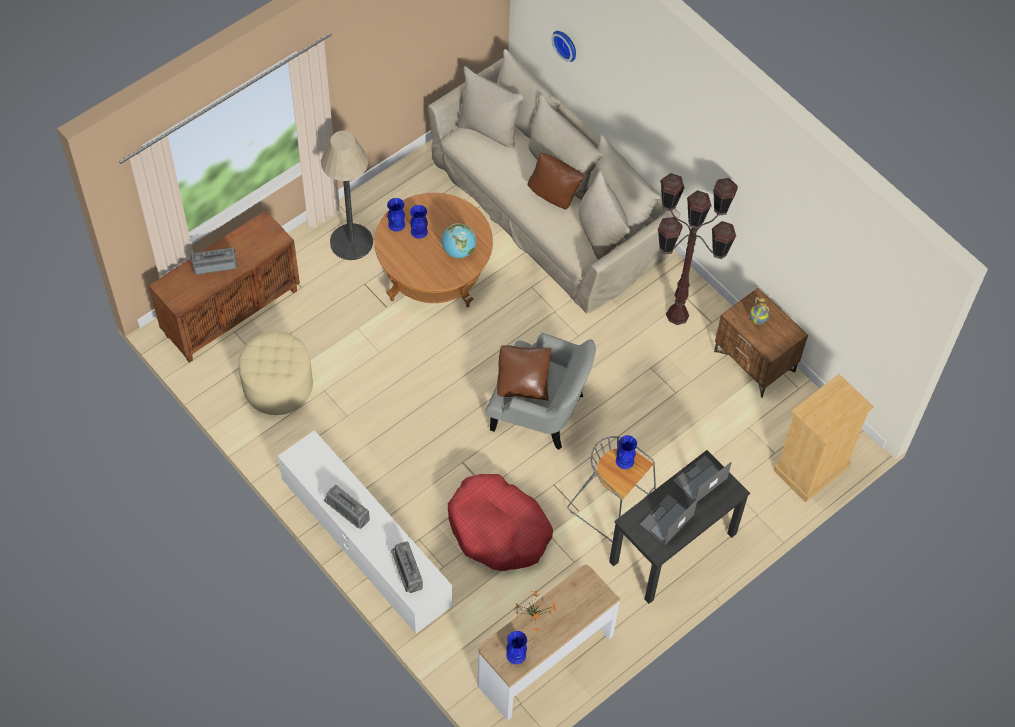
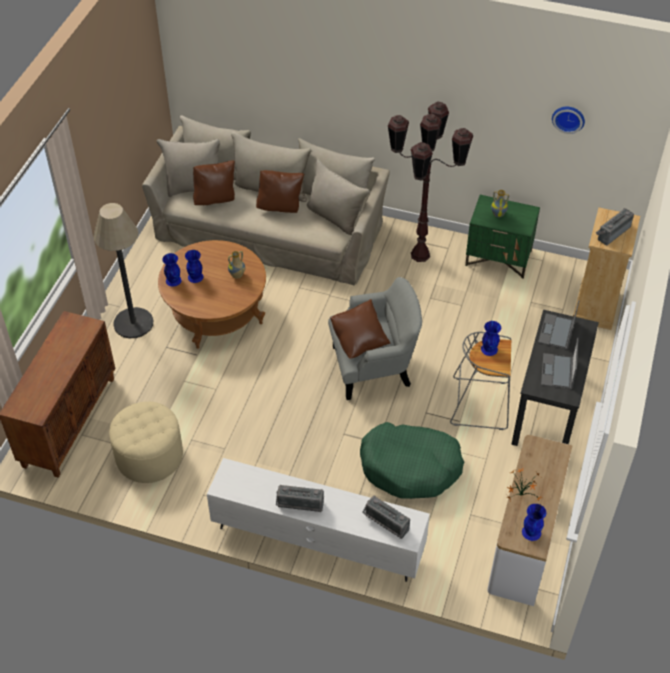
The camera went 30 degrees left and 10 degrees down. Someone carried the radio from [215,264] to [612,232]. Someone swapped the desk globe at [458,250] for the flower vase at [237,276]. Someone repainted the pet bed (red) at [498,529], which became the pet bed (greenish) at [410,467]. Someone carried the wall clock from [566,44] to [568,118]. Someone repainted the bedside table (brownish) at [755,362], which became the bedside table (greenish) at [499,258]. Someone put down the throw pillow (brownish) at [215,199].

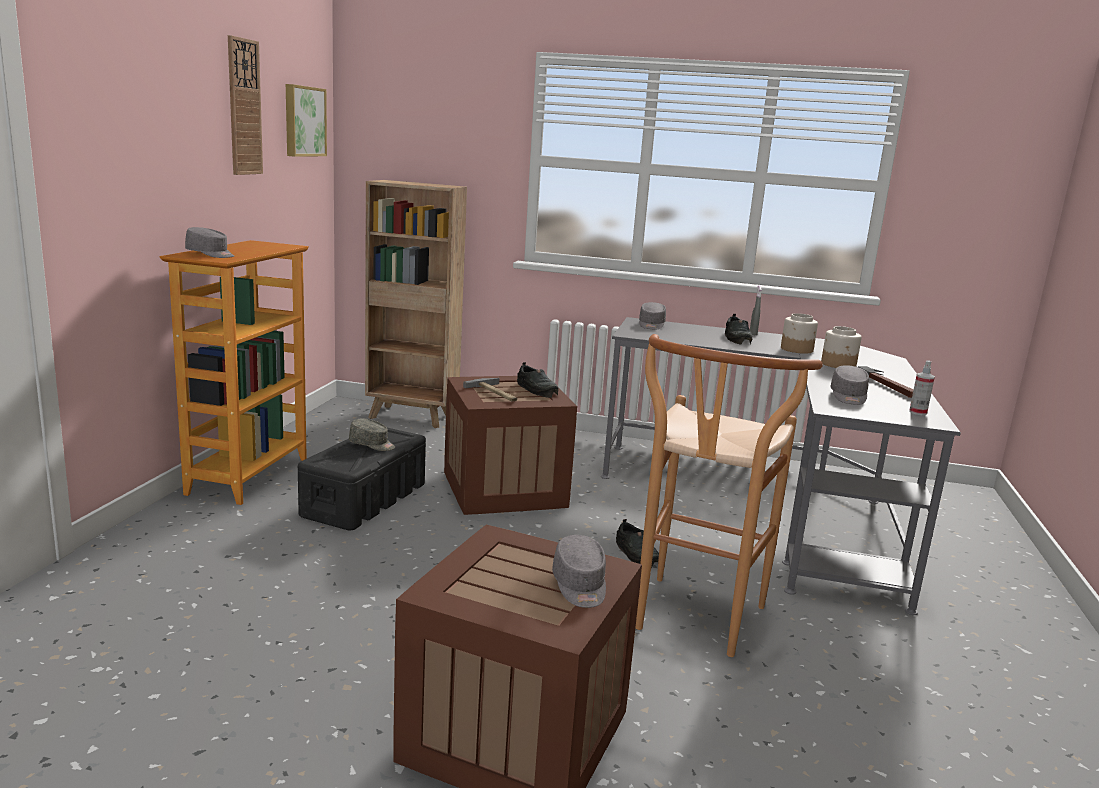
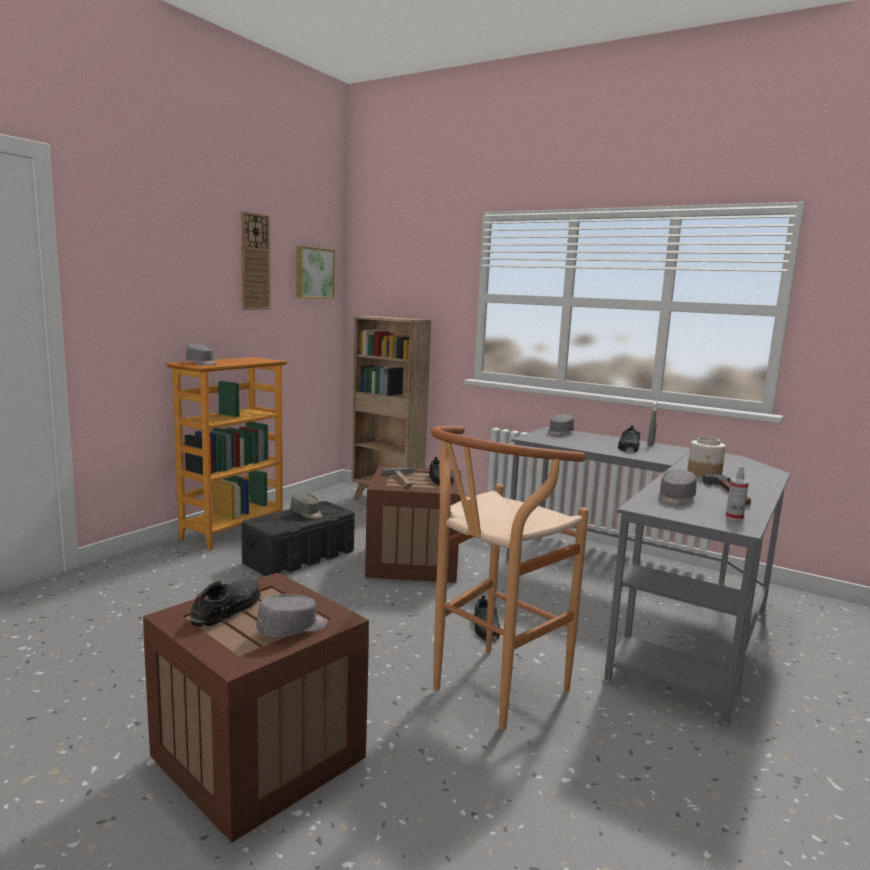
The camera went 20 degrees right and 5 degrees down. Someone rotated the baseball cap (grey) at [580,586] by 135 degrees counterclockwise. Someone took away the jar at [797,349]. Someone put down the item of footwear (blackish) at [227,607].

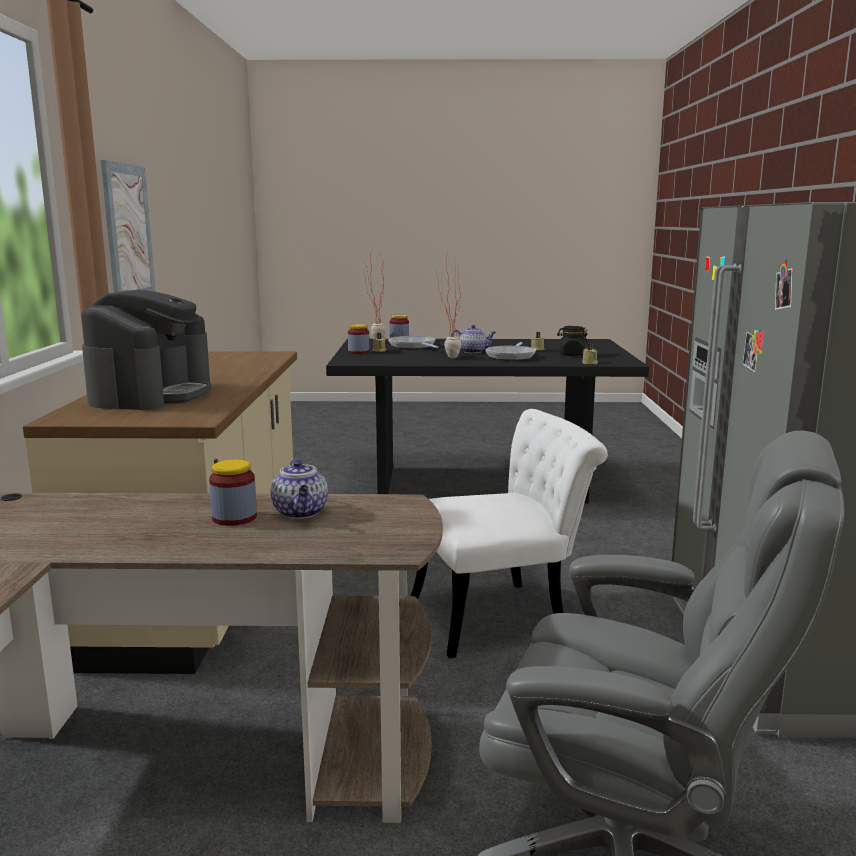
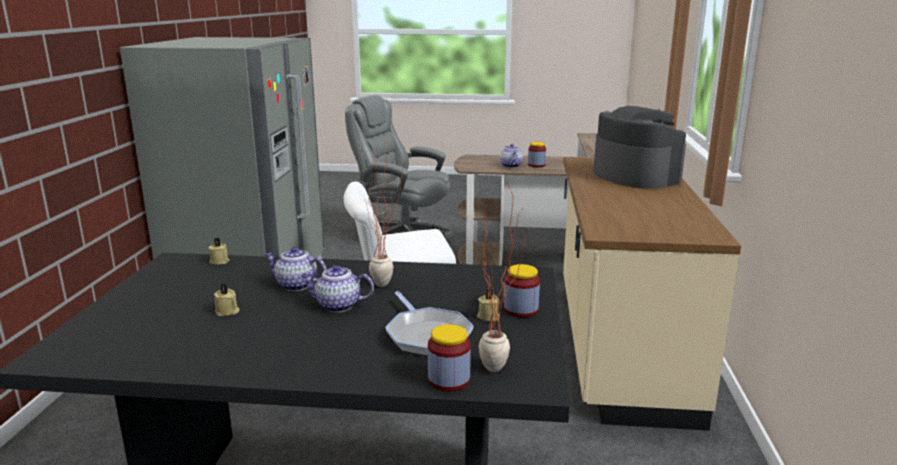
The camera went 175 degrees left and 5 degrees up. Someone rotated the coffee brewer at [152,395] by 135 degrees clockwise. Someone took away the wall art at [128,232]. Someone swapped the frying pan at [511,356] for the teapot at [295,285]. Someone took away the jar (blackish) at [571,354].

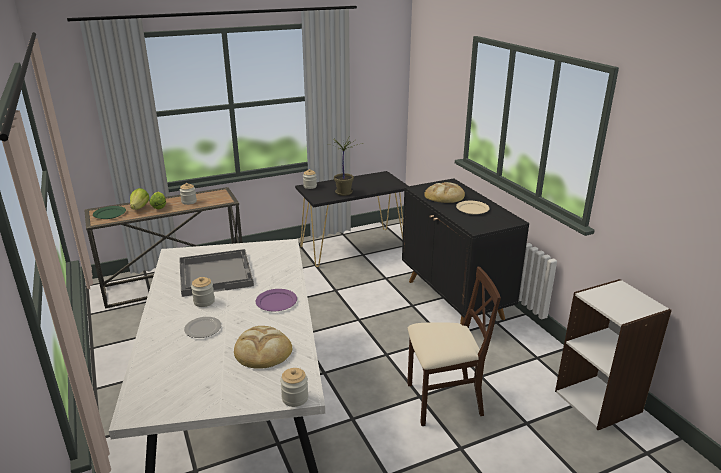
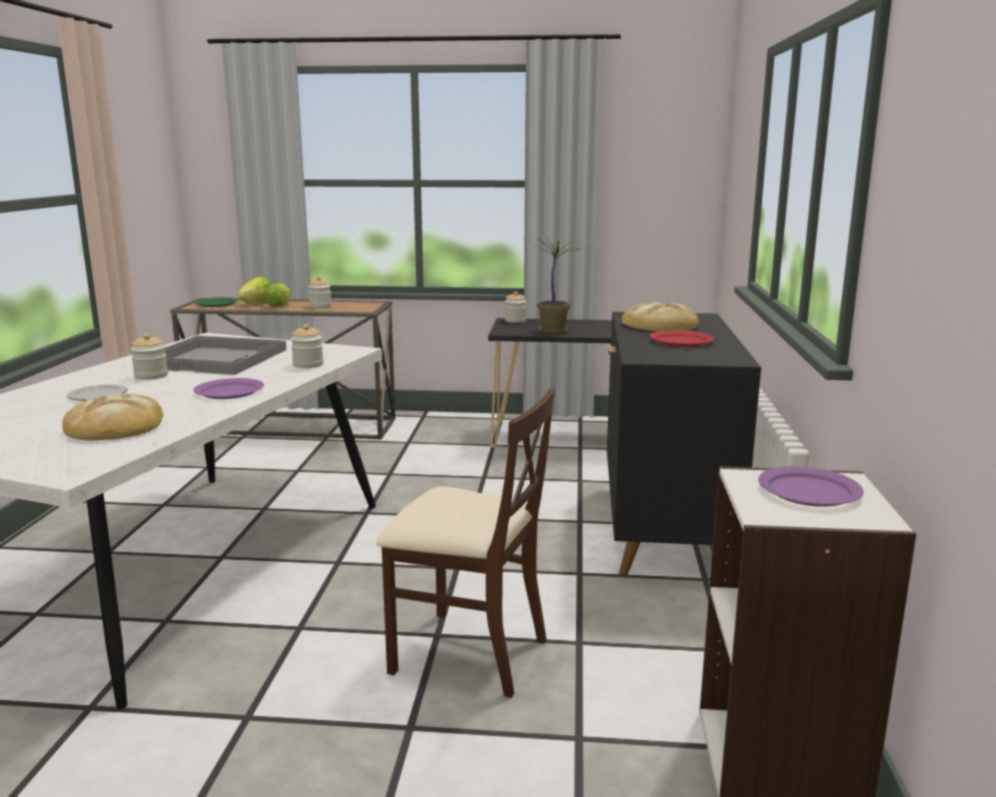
The camera went 30 degrees right and 10 degrees down. Someone carried the jar from [295,398] to [308,365]. Someone repainted the flat dish (sand-coloured) at [472,209], which became the flat dish (red) at [680,341]. Someone put down the flat dish (purplish) at [809,491].

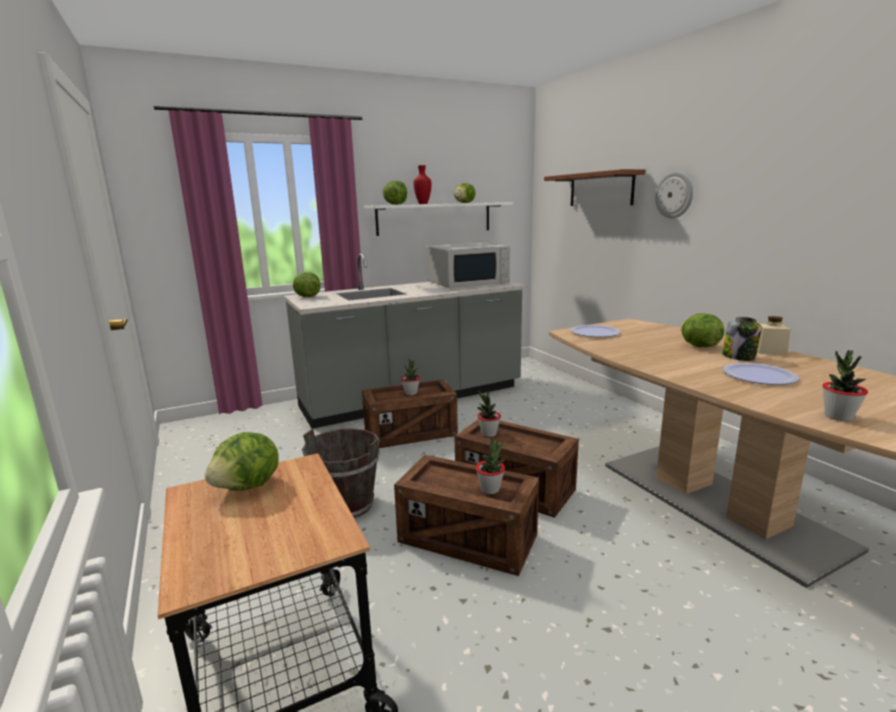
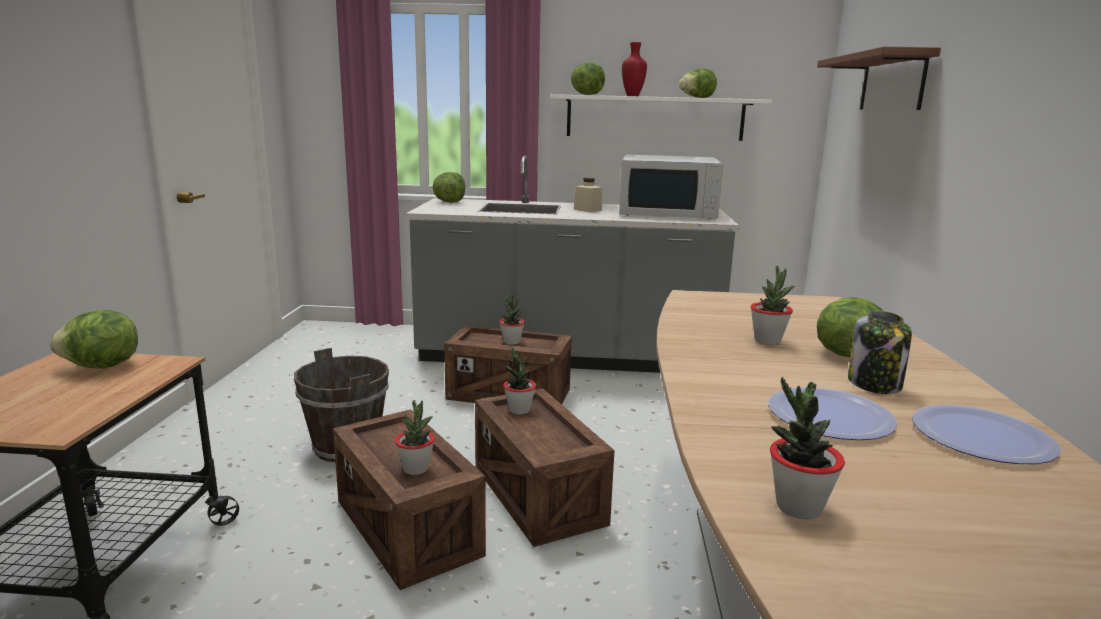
The camera went 30 degrees right and 0 degrees up. Someone carried the flat dish from [594,333] to [981,437]. Someone took away the wall clock at [674,195]. Someone carried the jar (sand-coloured) from [769,351] to [587,210]. Someone put down the plant in a pot at [767,341].

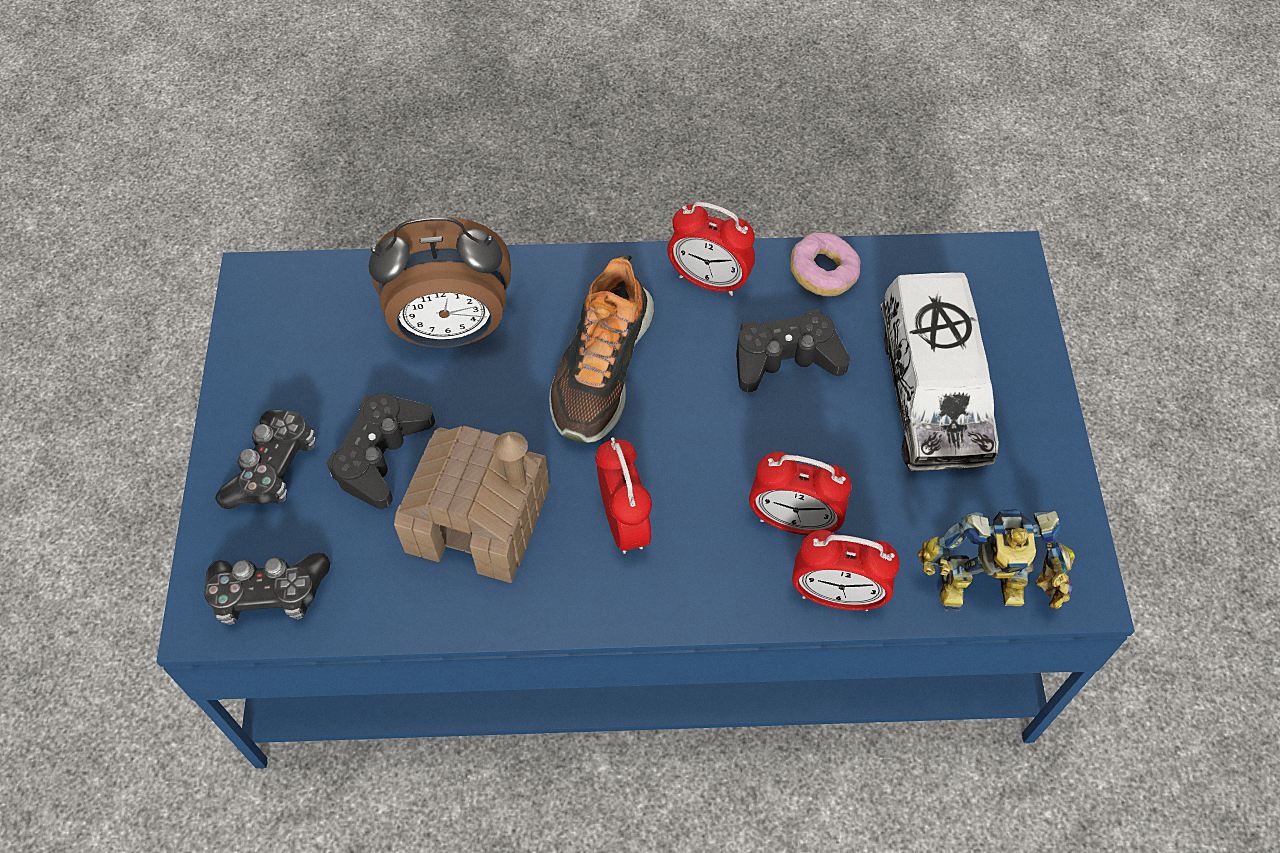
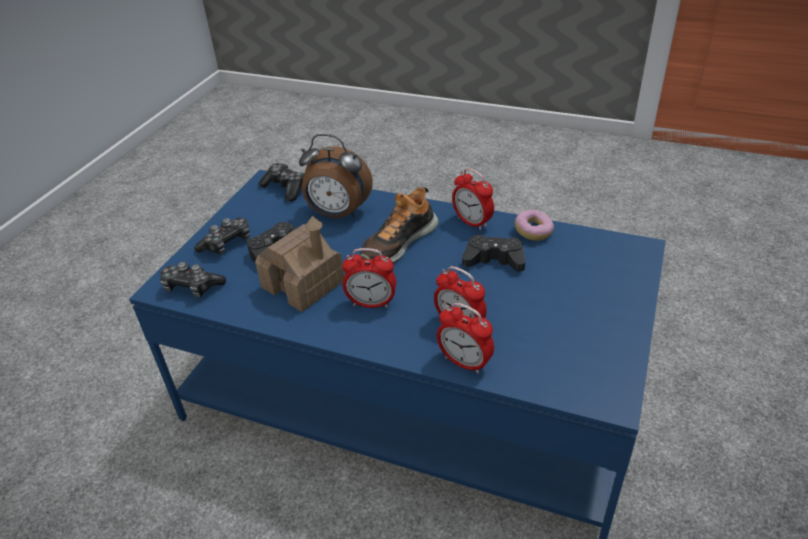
The camera went 25 degrees right and 20 degrees down. Someone rotated the bedside clock at [624,523] by 90 degrees clockwise. Someone took away the toy truck at [931,391]. Someone took away the robot figure at [984,592]. Someone put down the game controller at [285,188].

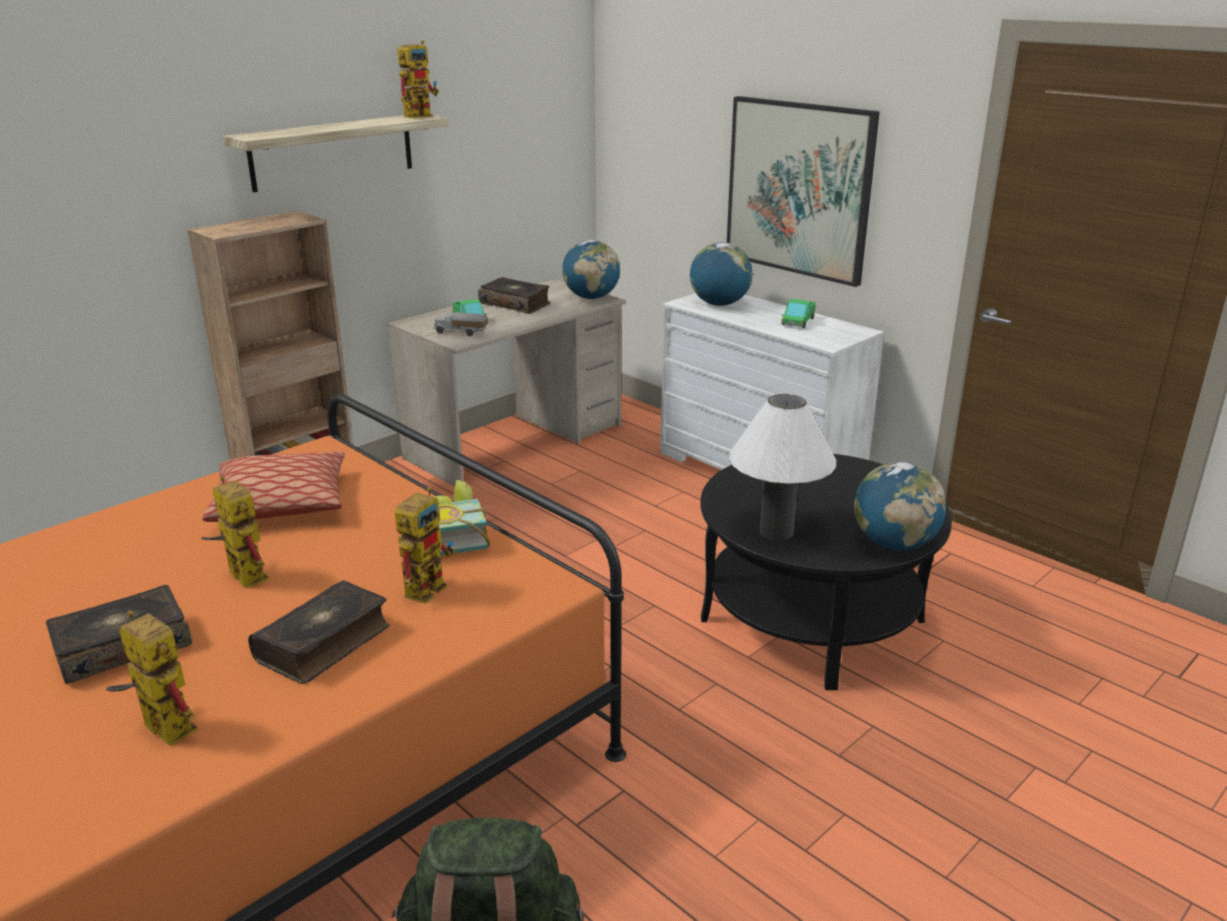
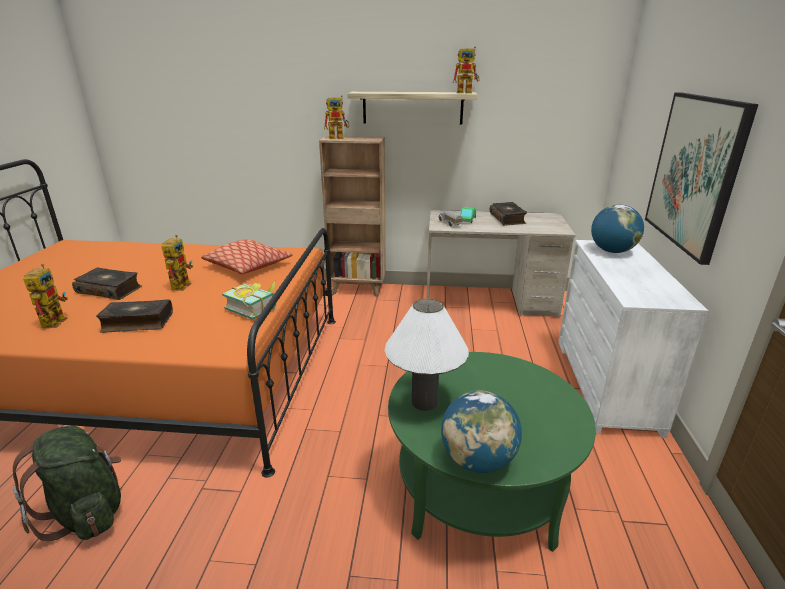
The camera went 50 degrees right and 0 degrees up. Someone carried the robot figure from [428,585] to [339,137]. Someone took away the desk globe at [591,297]. Someone repainted the coffee table (blackish) at [812,619], which became the coffee table (greenish) at [479,488]. Someone took away the toy truck at [798,321].

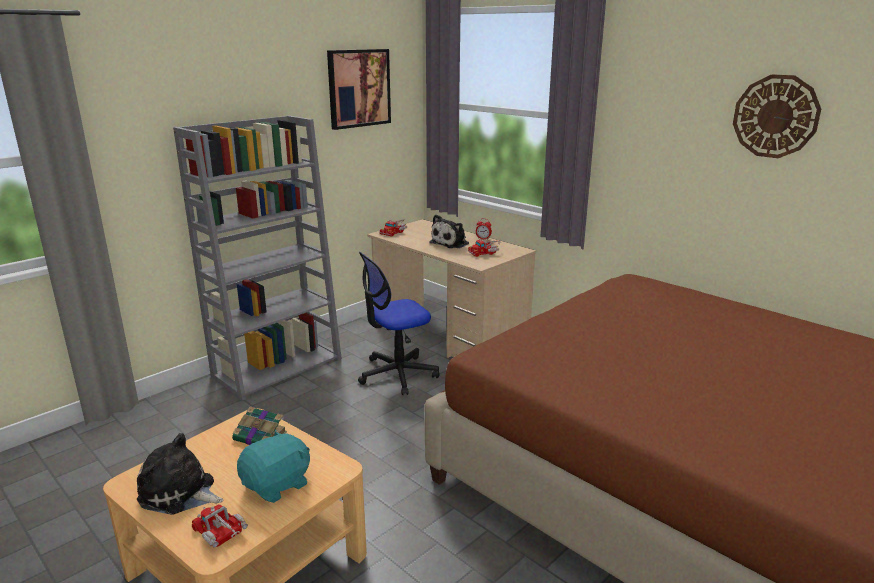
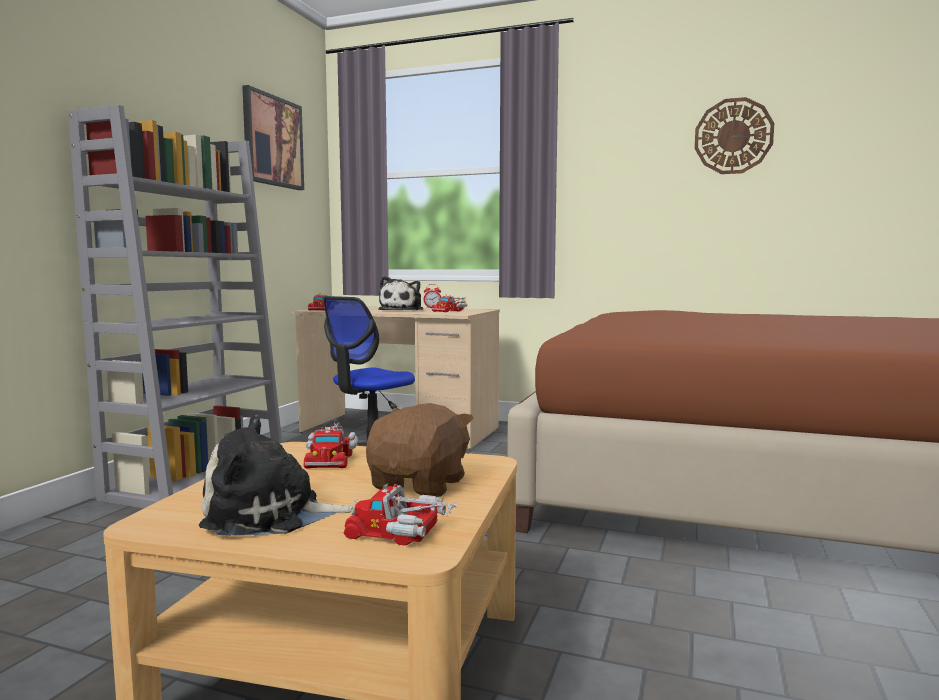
The camera went 25 degrees left and 15 degrees down. Someone swapped the volume at [261,437] for the toy truck at [331,458]. Someone repainted the soft toy (turquoise-coloured) at [277,485], which became the soft toy (brownish) at [420,485].

